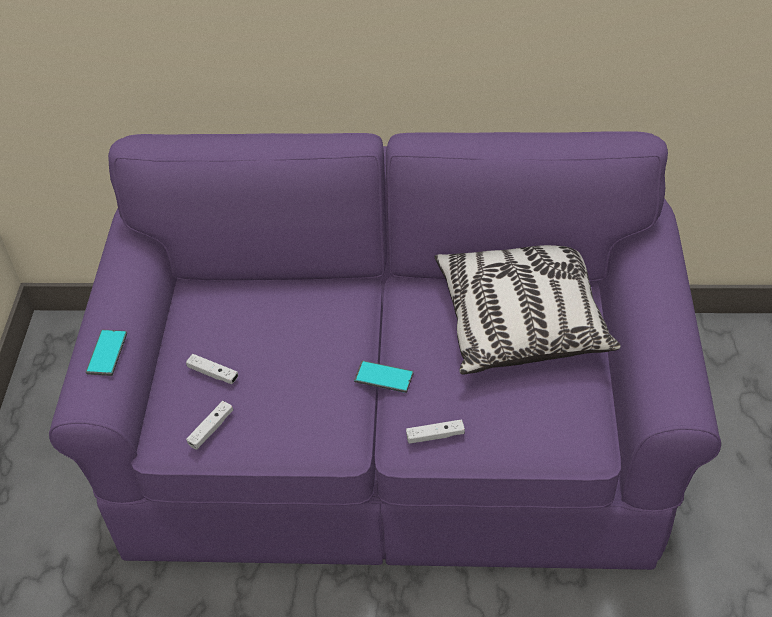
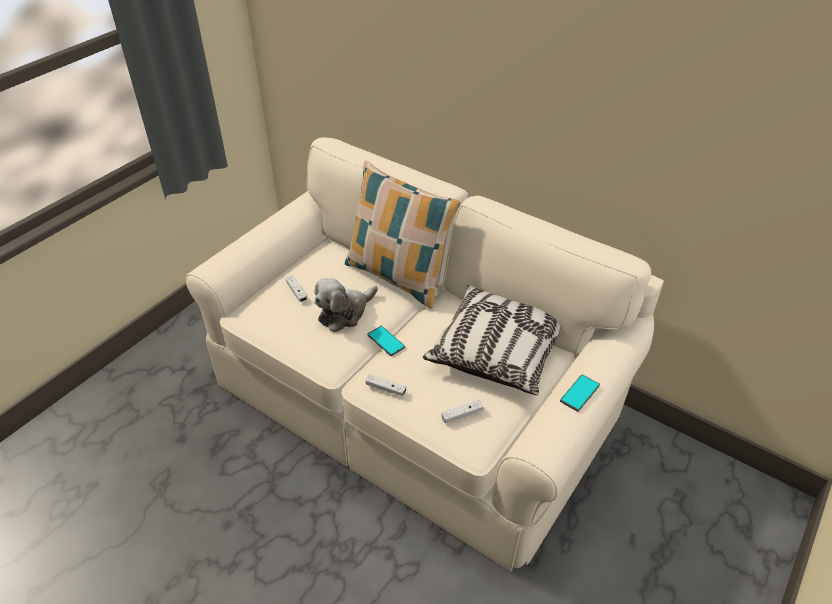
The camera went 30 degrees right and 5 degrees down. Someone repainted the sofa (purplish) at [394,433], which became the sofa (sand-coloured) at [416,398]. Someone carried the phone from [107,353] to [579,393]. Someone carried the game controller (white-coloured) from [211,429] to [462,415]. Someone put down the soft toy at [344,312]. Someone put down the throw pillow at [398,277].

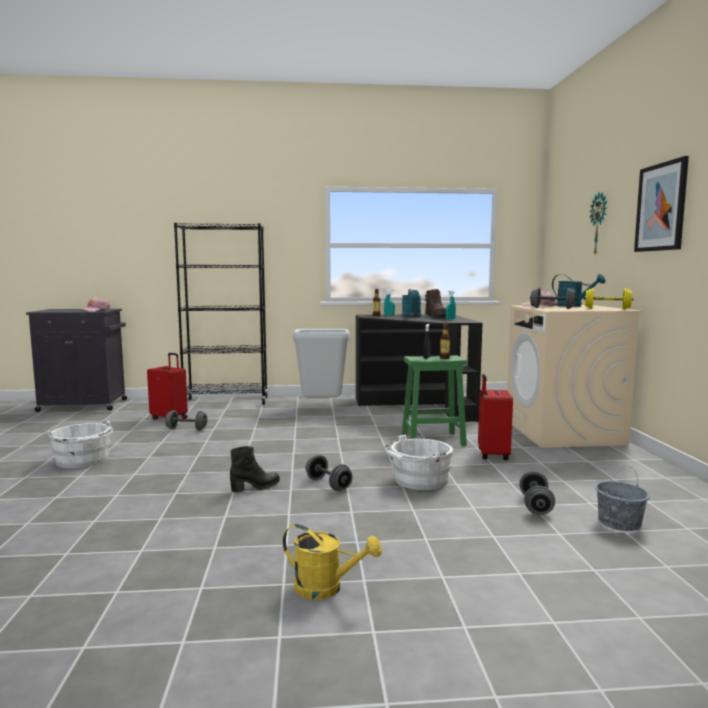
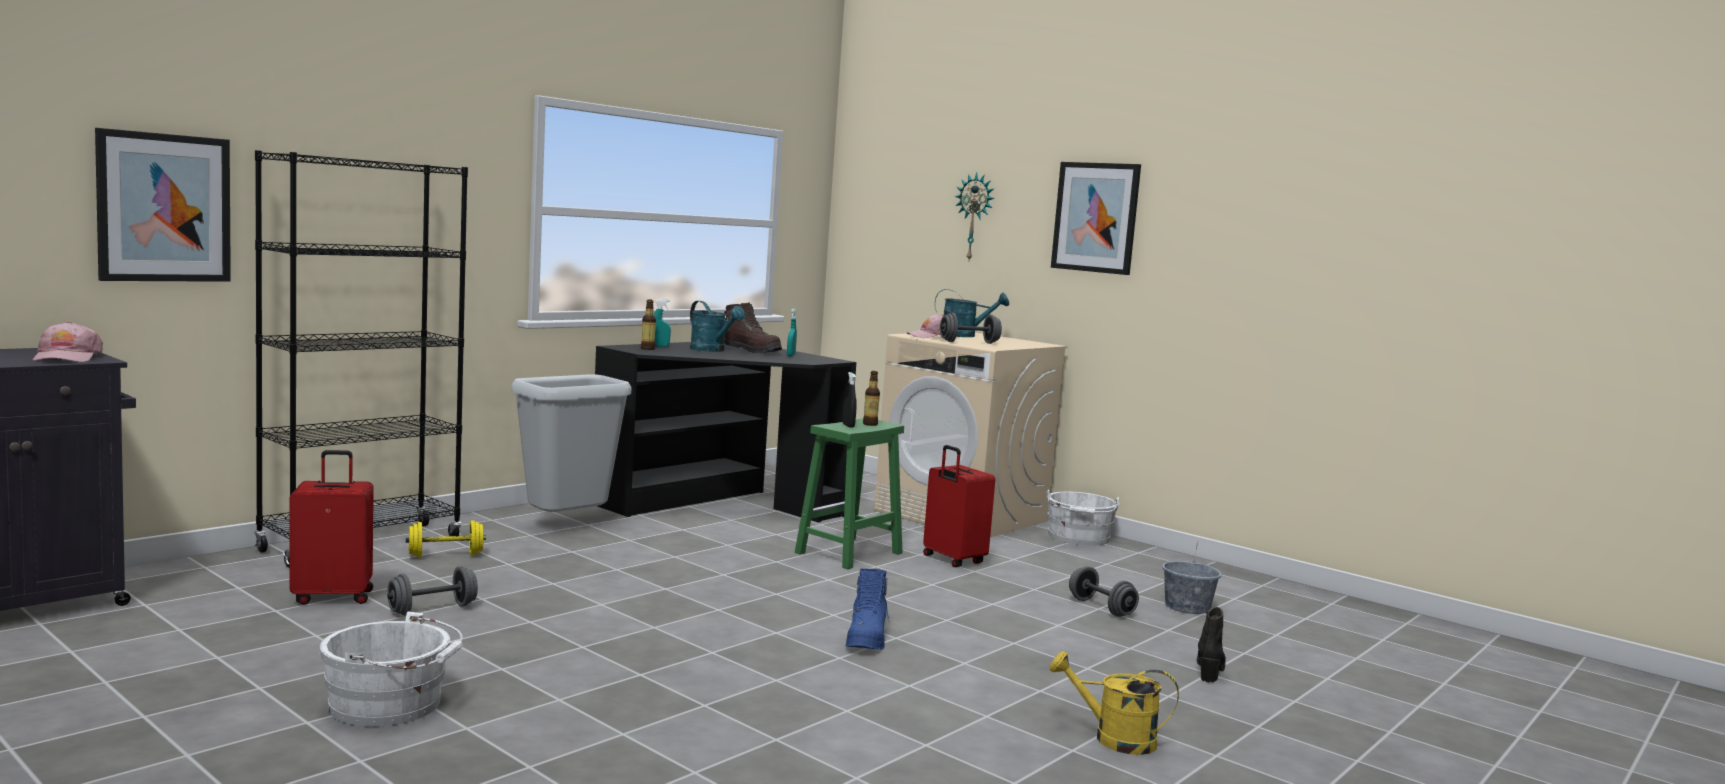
The camera went 45 degrees left and 0 degrees up. Someone carried the high-top boot (blackish) from [255,487] to [1209,669]. Someone rotated the watering pot (yellow) at [326,588] by 135 degrees counterclockwise. Someone swapped the hand weight (grey) at [328,484] for the high-top boot (blue-coloured) at [866,639]. Someone carried the bucket (white-coloured) from [418,480] to [1078,538]. Someone carried the hand weight (yellow) from [607,309] to [445,555]. Someone put up the wall art at [164,207].

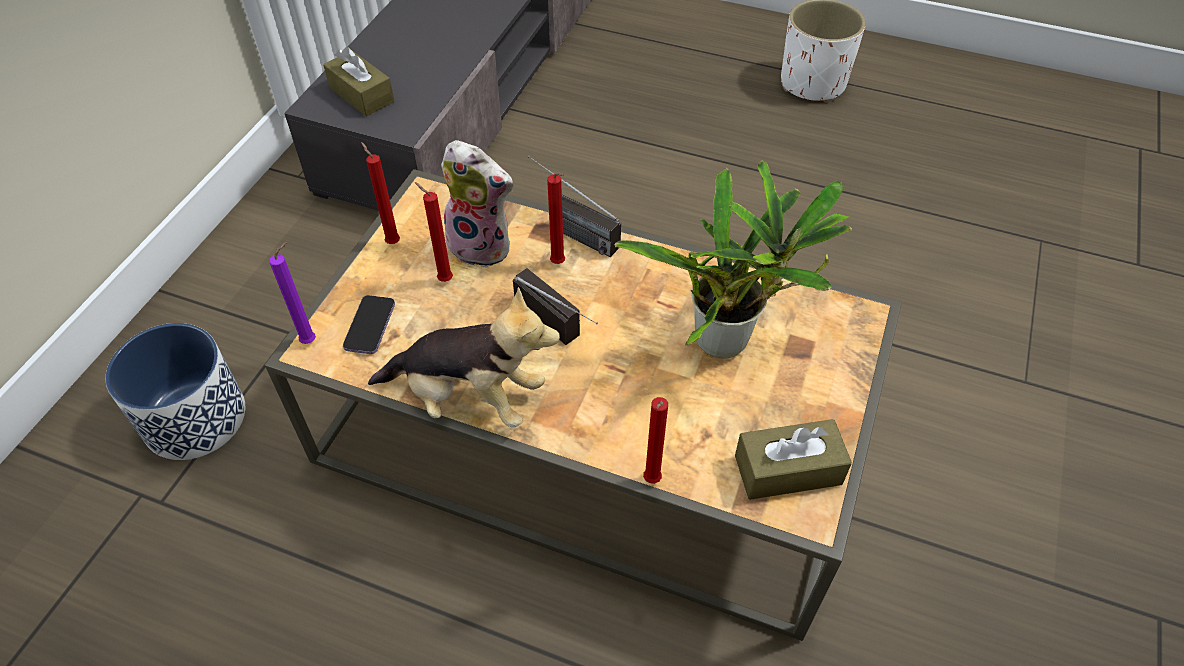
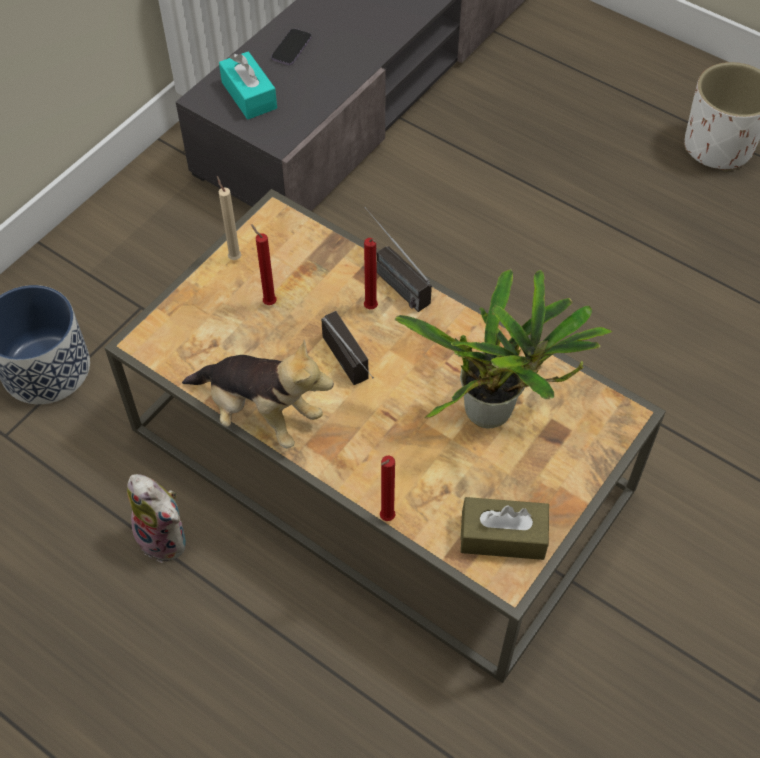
The camera went 15 degrees right and 5 degrees up. Someone took away the candle (purplish) at [311,340]. Someone repainted the tissue holder (brownish) at [361,94], which became the tissue holder (turquoise-coloured) at [249,95]. Someone carried the phone from [370,326] to [291,48]. Someone repainted the candle (red) at [391,241], which became the candle (sand-coloured) at [234,257]. Someone carried the soft toy from [483,245] to [166,537].

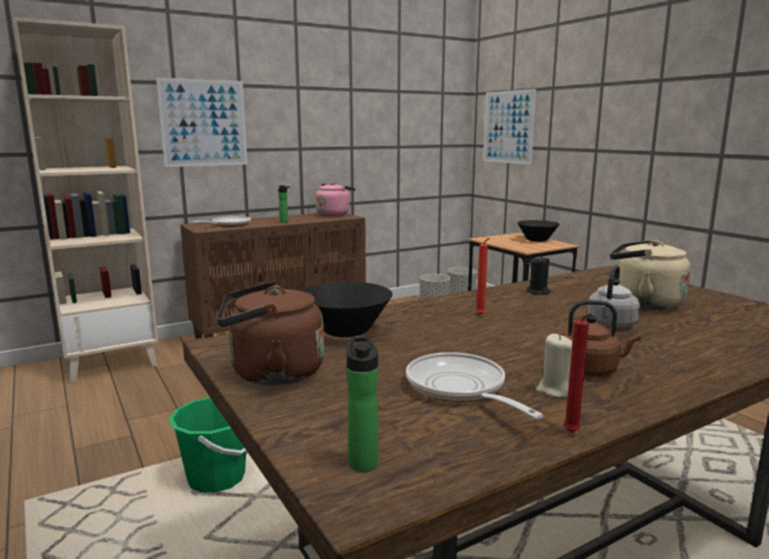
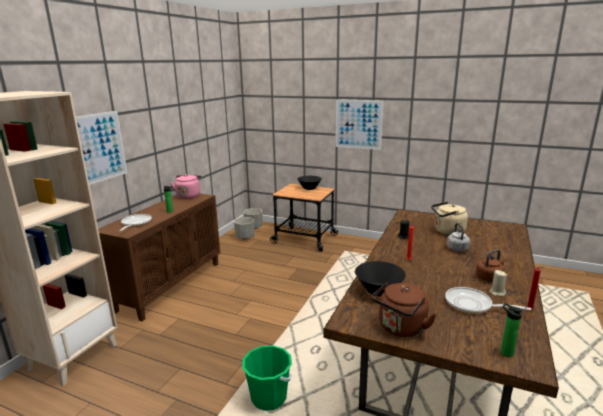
The camera went 35 degrees left and 5 degrees up. Someone carried the wall art from [508,127] to [358,124].

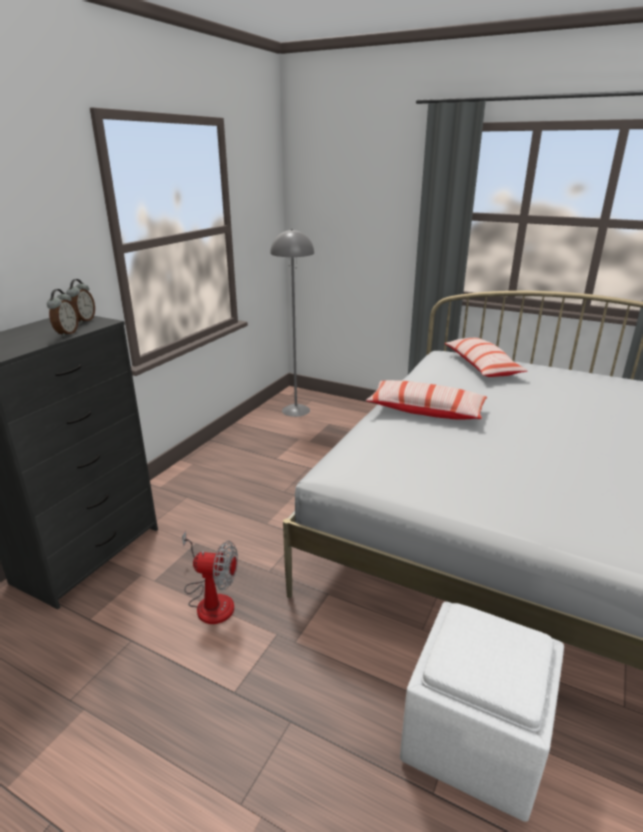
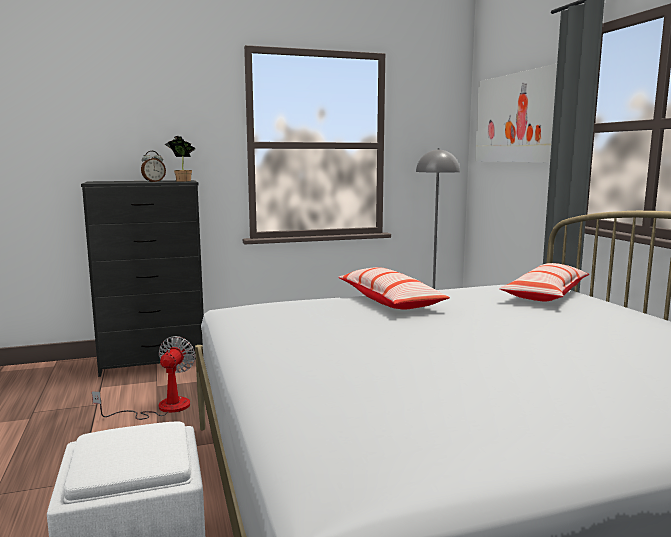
The camera went 45 degrees right and 15 degrees down. Someone swapped the bedside clock at [84,320] for the plant in a pot at [182,181]. Someone rotated the fan at [211,600] by 135 degrees counterclockwise. Someone put up the wall art at [515,118].

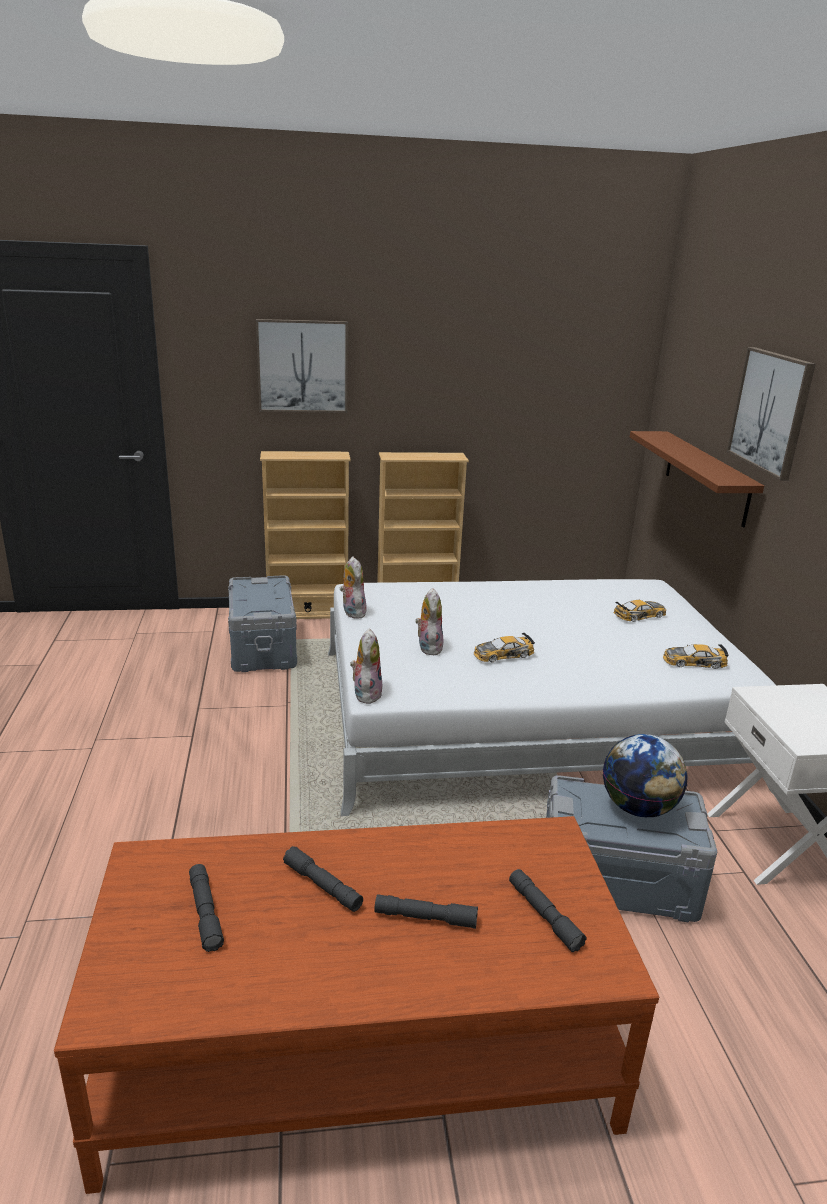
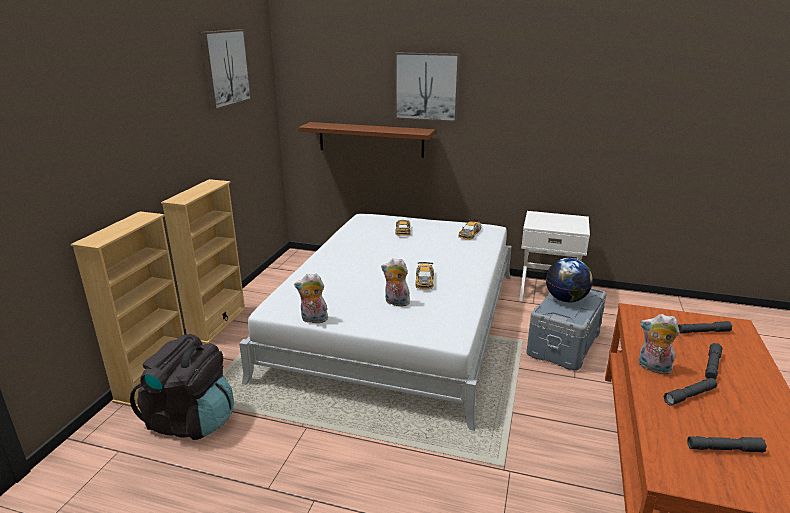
The camera went 65 degrees left and 0 degrees up. Someone swapped the storage bin (grey) at [264,647] for the backpack (blackish) at [191,420]. Someone carried the wall art from [302,366] to [226,68]. Someone carried the soft toy from [366,693] to [653,368].

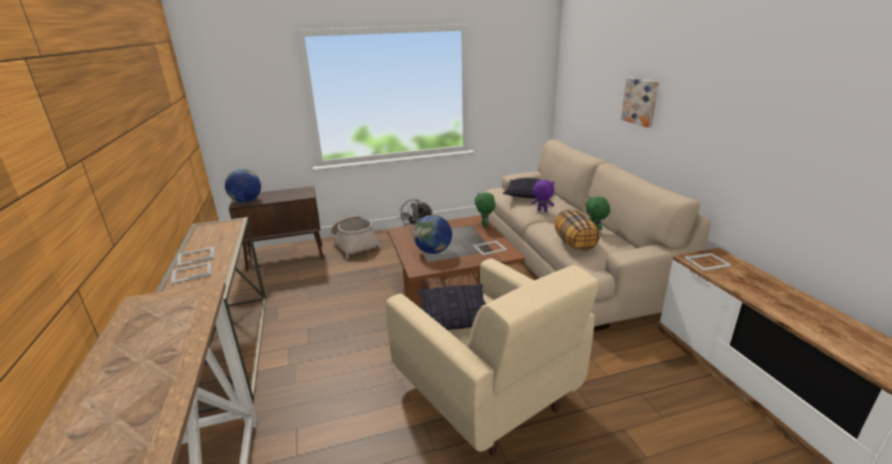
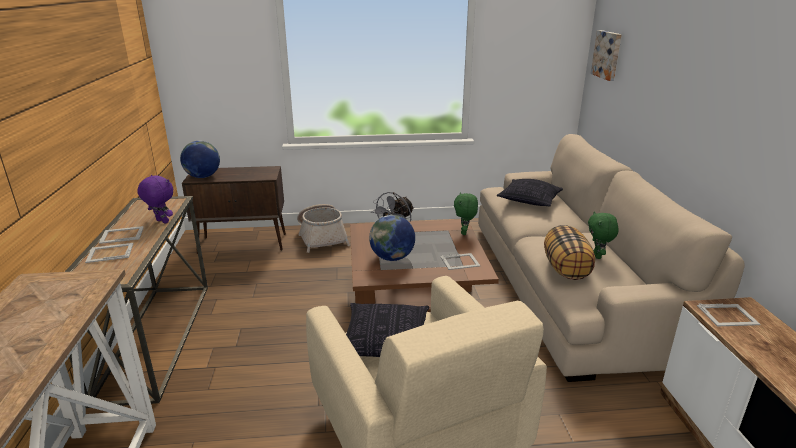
The camera went 10 degrees right and 0 degrees up. Someone carried the soft toy (purplish) from [541,211] to [161,221]. Someone carried the wall art from [641,101] to [607,55].

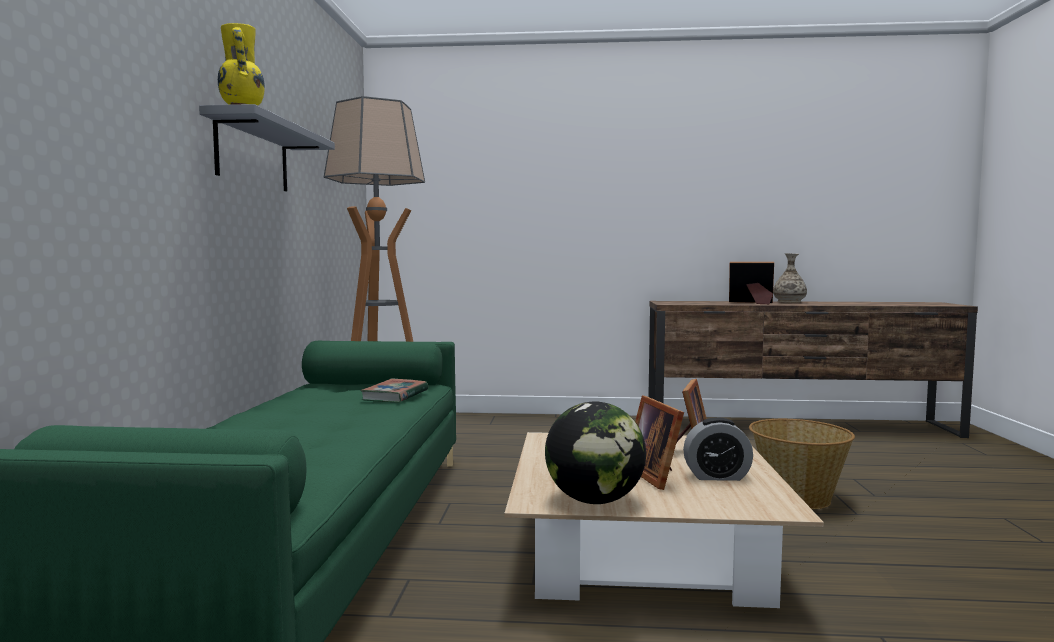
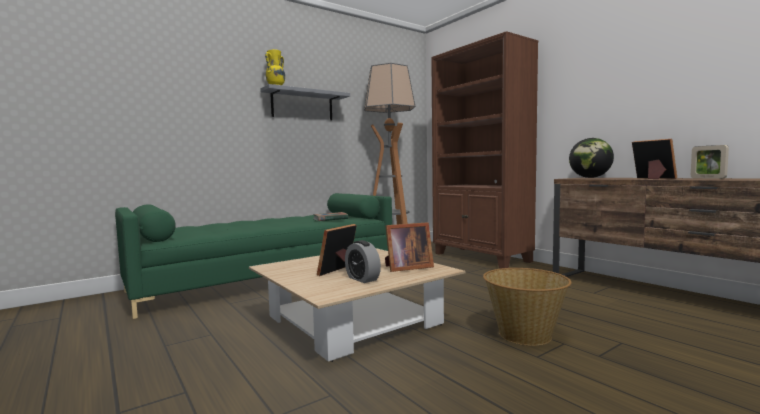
The camera went 50 degrees right and 0 degrees up. Someone carried the desk globe from [594,500] to [590,177]. Someone swapped the flower vase at [789,302] for the picture frame at [708,178]. Someone put down the bookcase (brownish) at [481,257].

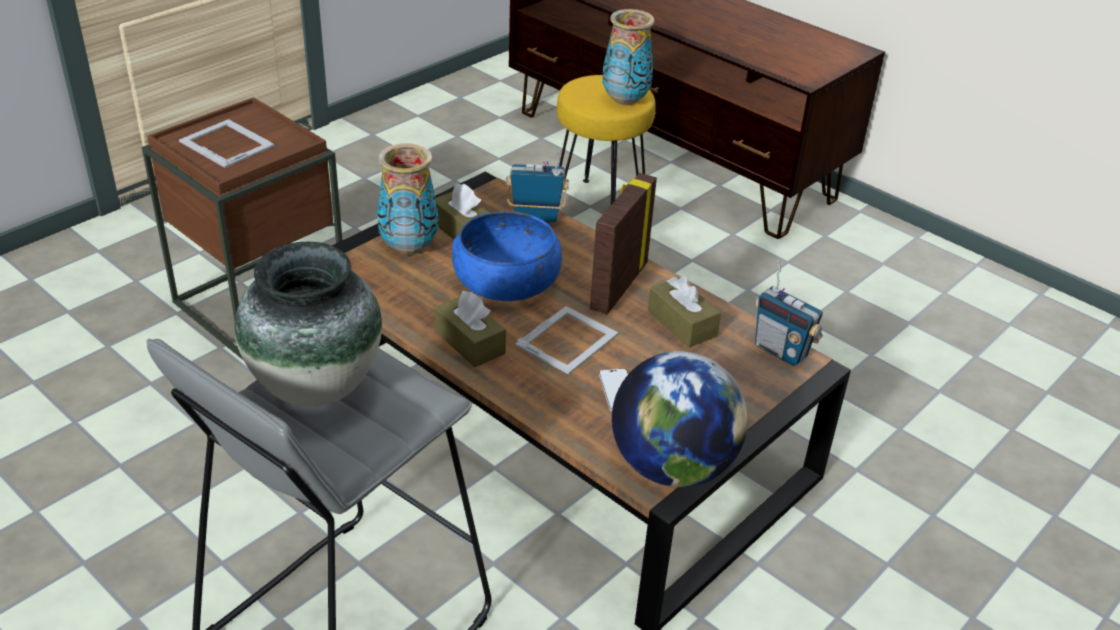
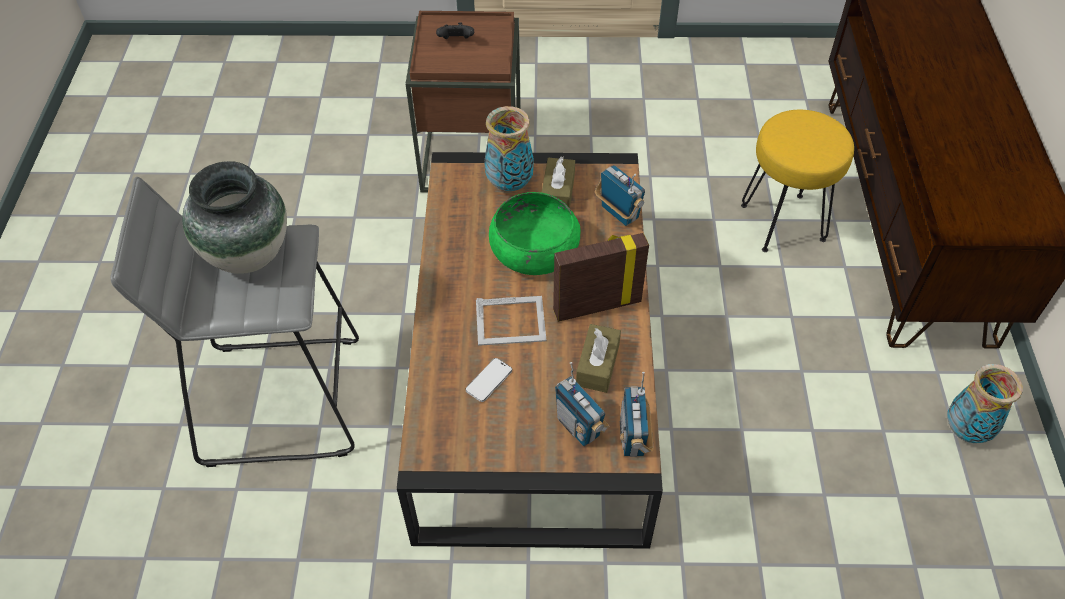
The camera went 50 degrees right and 15 degrees up. Someone swapped the picture frame at [226,143] for the game controller (blackish) at [456,41]. Someone took away the tissue holder (brownish) at [469,342]. Someone repainted the deep dish (blue-coloured) at [506,280], which became the deep dish (greenish) at [534,249]. Someone carried the flower vase from [625,100] to [965,431]. Someone took away the desk globe at [672,466]. Someone put down the radio at [579,426].

